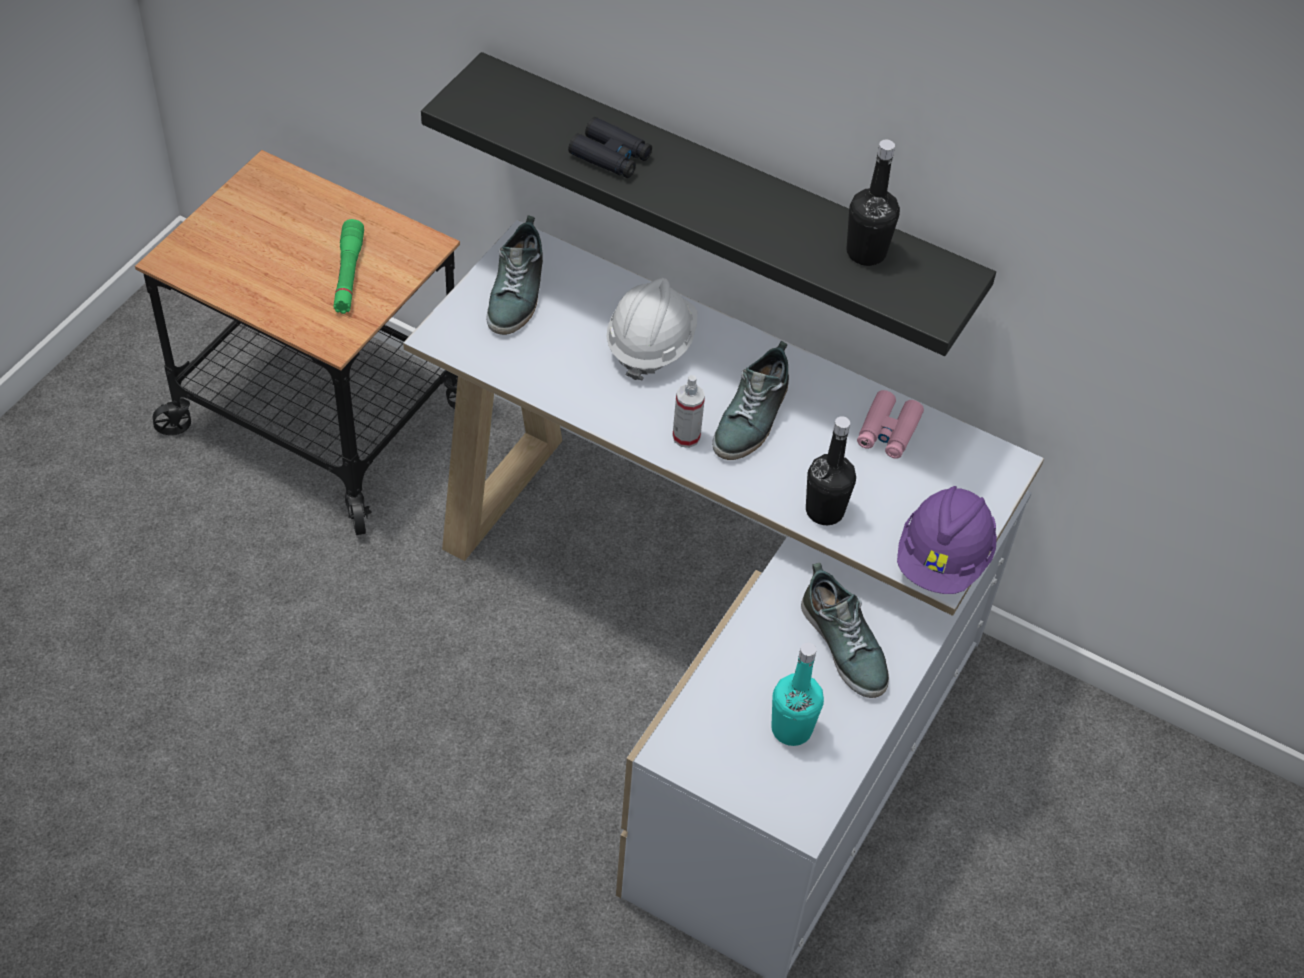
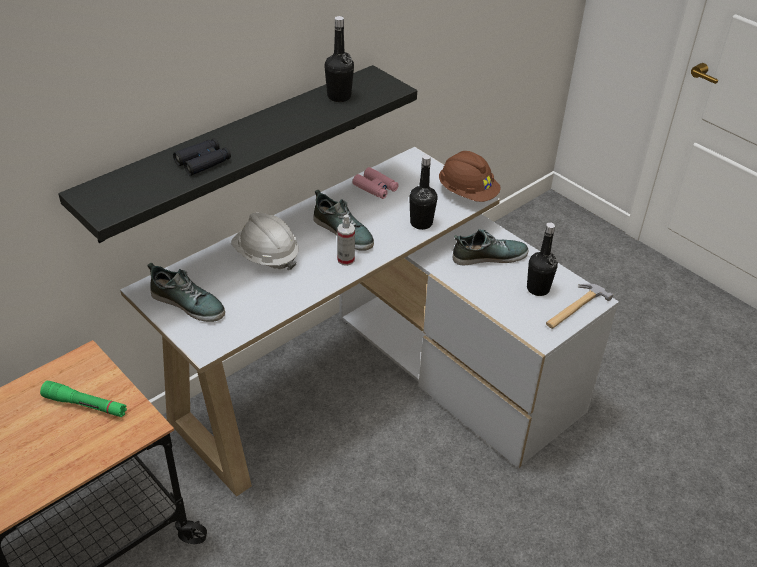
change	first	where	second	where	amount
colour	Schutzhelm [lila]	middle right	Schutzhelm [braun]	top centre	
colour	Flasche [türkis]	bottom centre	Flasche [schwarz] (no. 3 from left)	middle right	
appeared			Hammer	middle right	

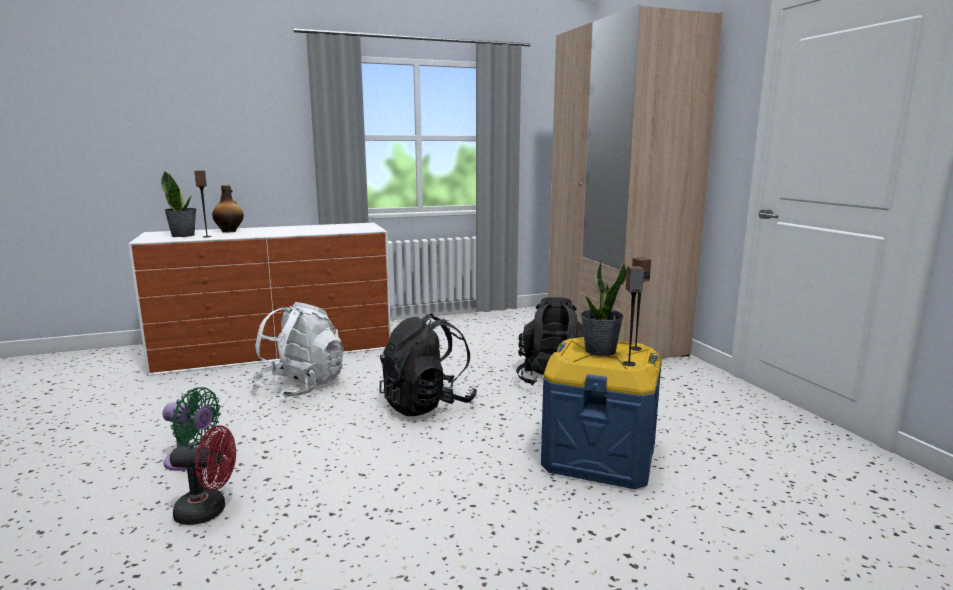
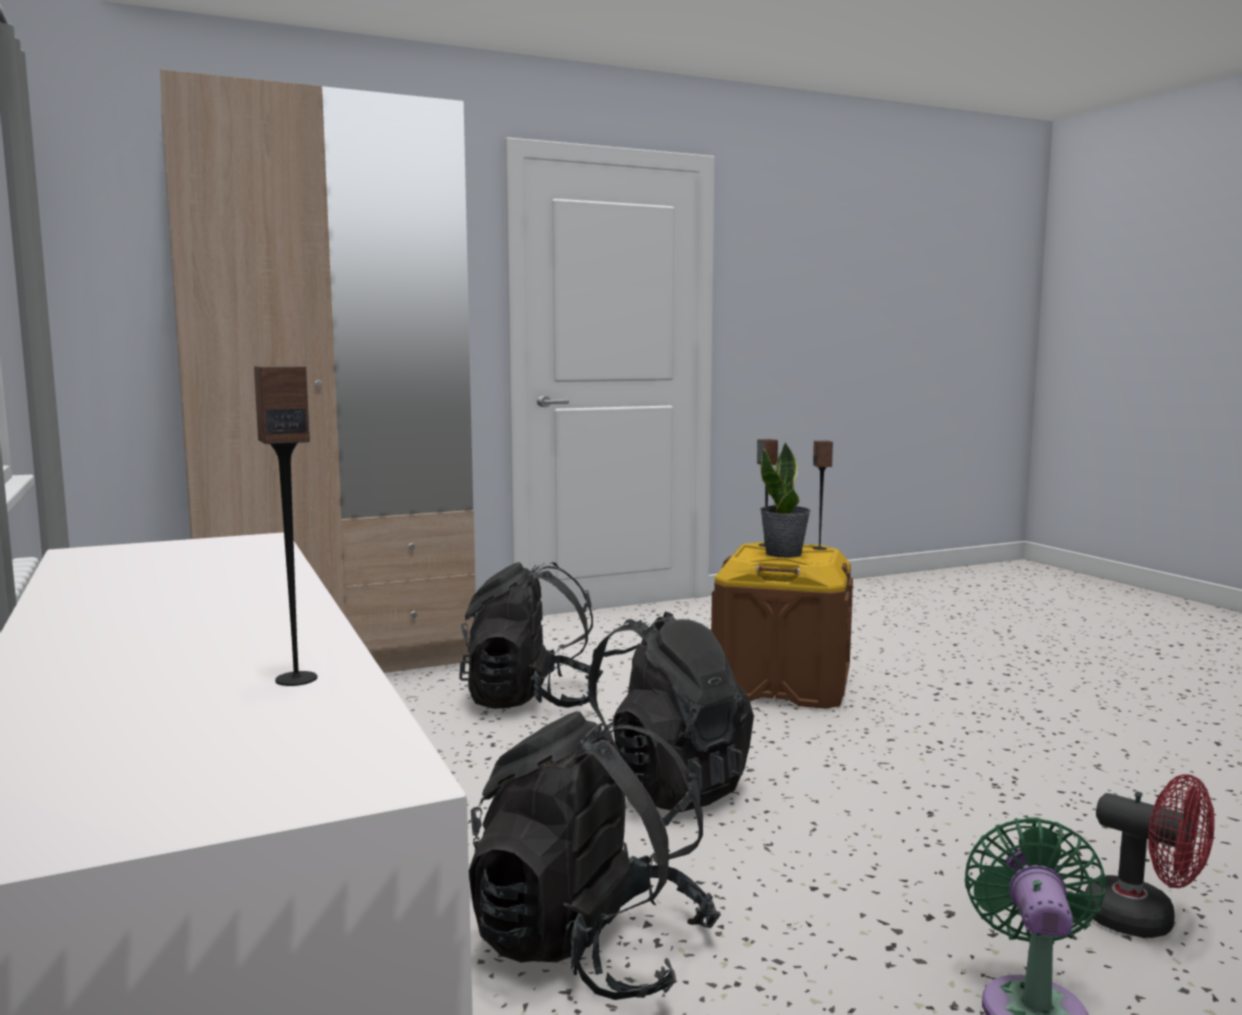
change	first	where	second	where	amount
colour	Rucksack [weiß]	middle left	Rucksack [schwarz] (no. 2 from left)	bottom centre	
colour	Aufbewahrungsbox [blau]	bottom centre	Aufbewahrungsbox [braun]	centre	
spun	Ventilator [rot]	bottom left		bottom right	135 degrees clockwise
missing	Topfpflanze (no. 1 from left)	middle left			
missing	Flasche	middle left			

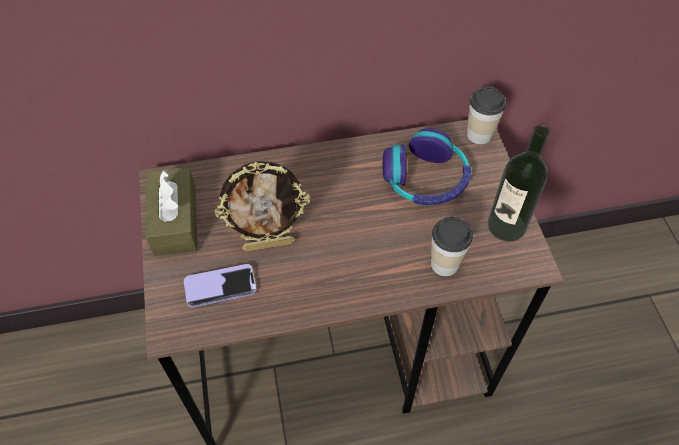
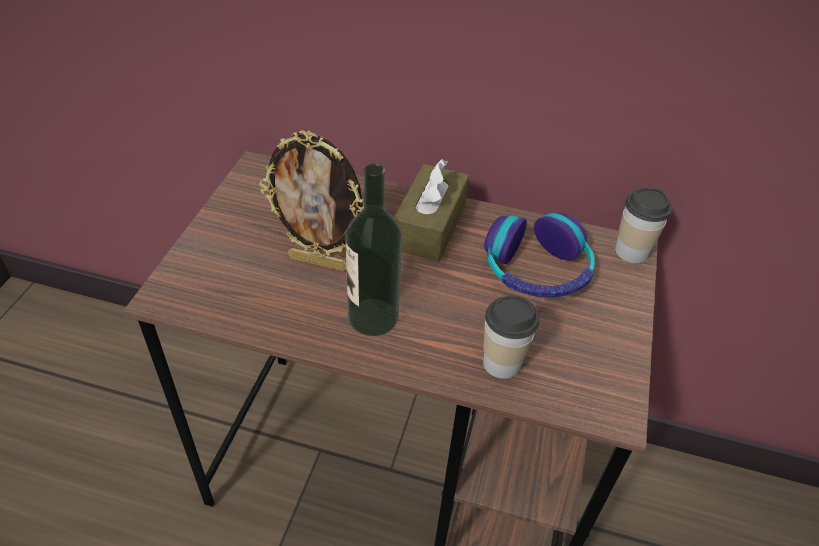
change	first	where	second	where	amount
relocated	Flasche	middle right		centre	
relocated	Taschentuchbox [braun]	middle left		centre	
missing	Handy	middle left			

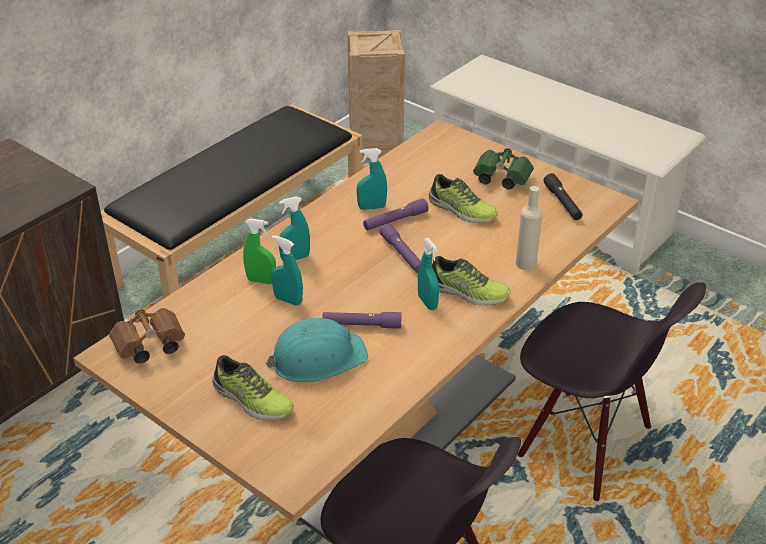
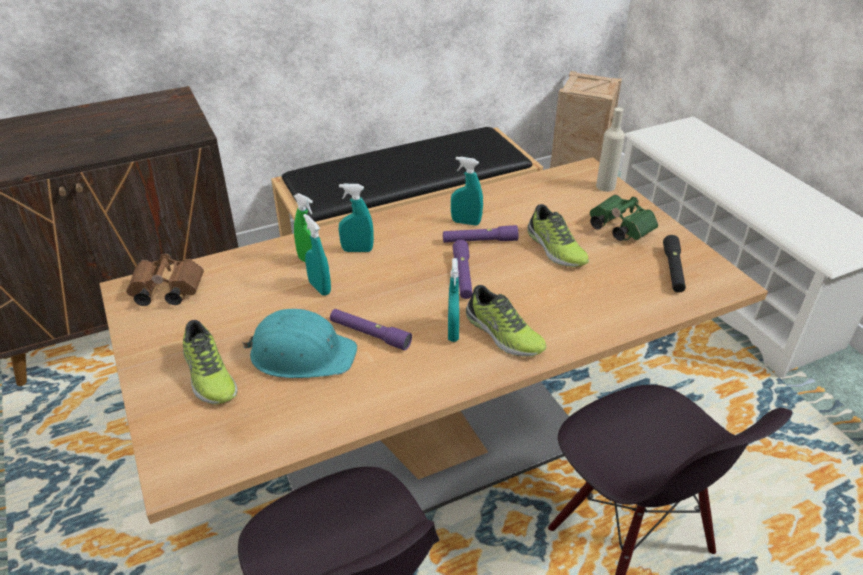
change	first	where	second	where	amount
relocated	Flasche [beige]	middle right		top right	

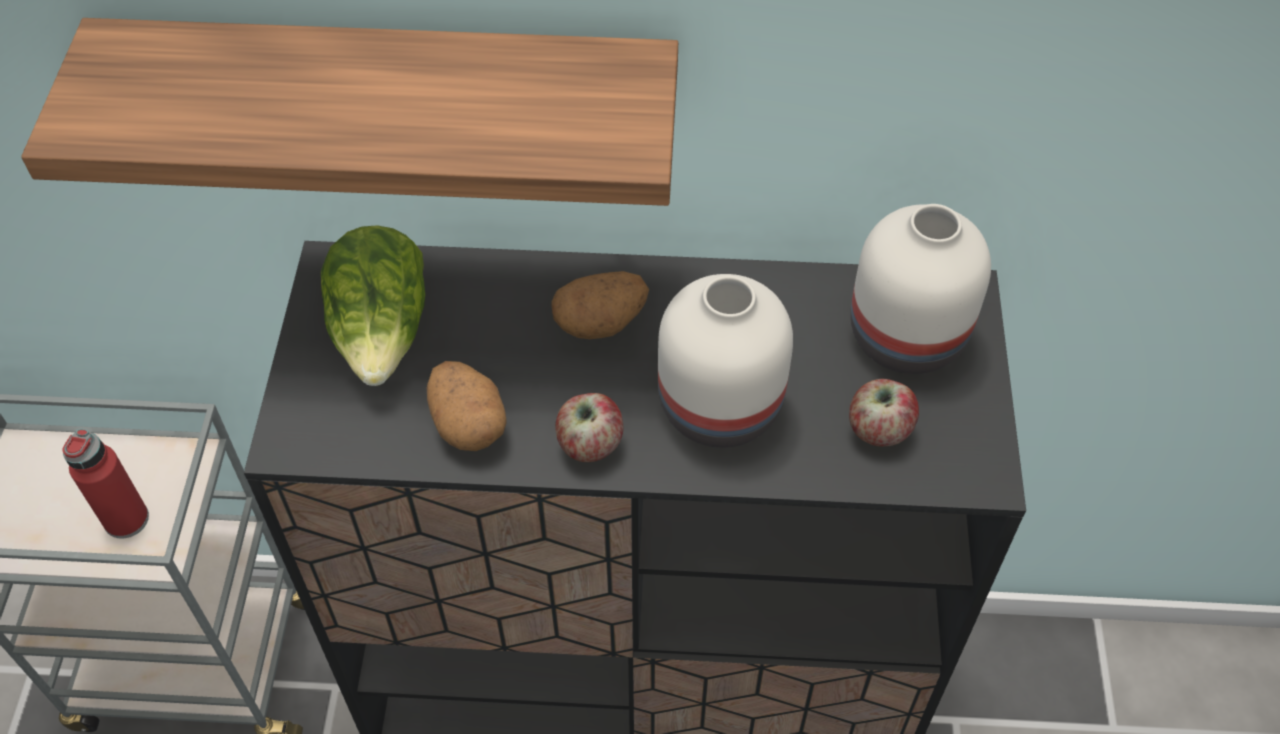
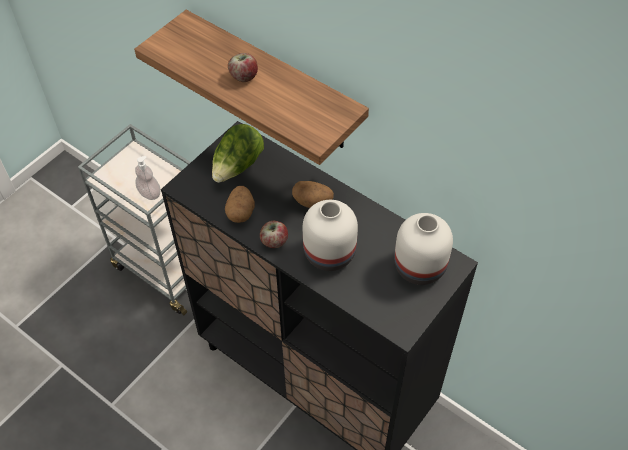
change	first	where	second	where	amount
exchanged	Flasche [rot]	middle left	Seifenspender	middle left	
relocated	Apfel (no. 2 from left in the first image)	middle right	Apfel (no. 1 from left)	top centre	

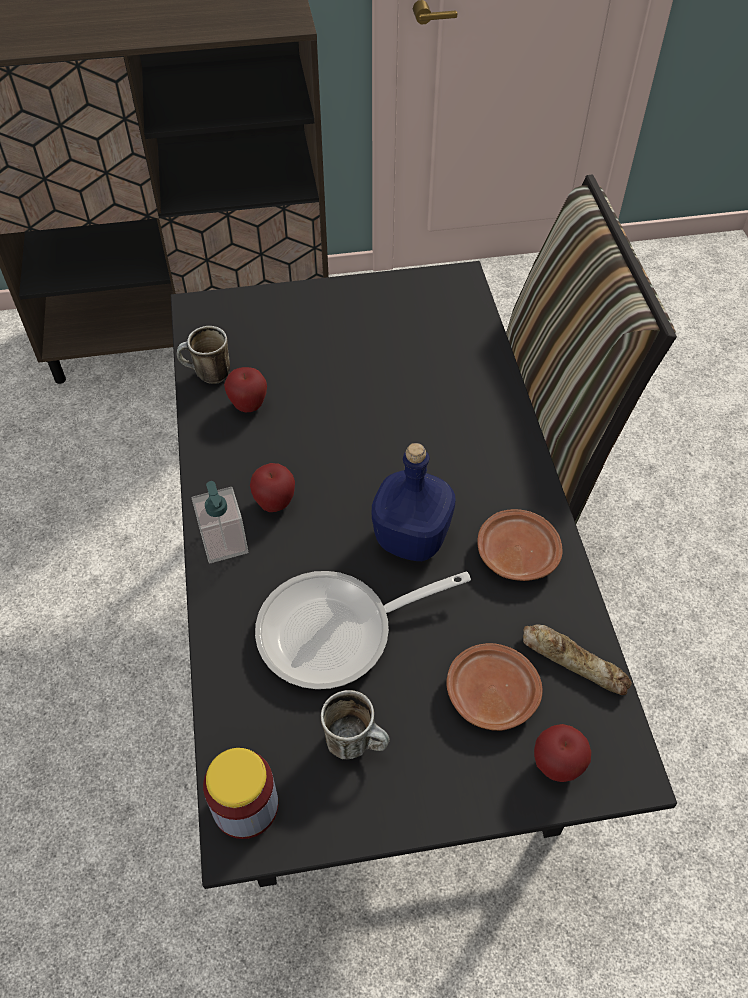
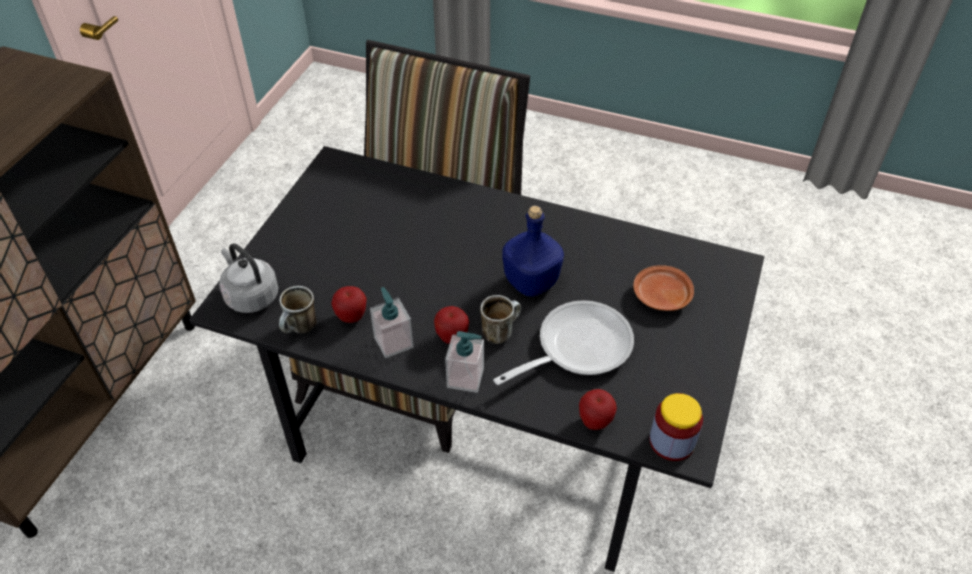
change	first	where	second	where	amount
appeared			Wasserkessel [grau]	middle left	
appeared			Seifenspender (no. 1 from left)	centre	
relocated	Henkelbecher (no. 2 from left)	bottom centre		centre	
spun	Pfanne	centre		centre	135 degrees counterclockwise
relocated	Apfel (no. 3 from left)	bottom right		bottom centre	
missing	Teller [braun] (no. 2 from left)	middle right			
missing	Brot	middle right			

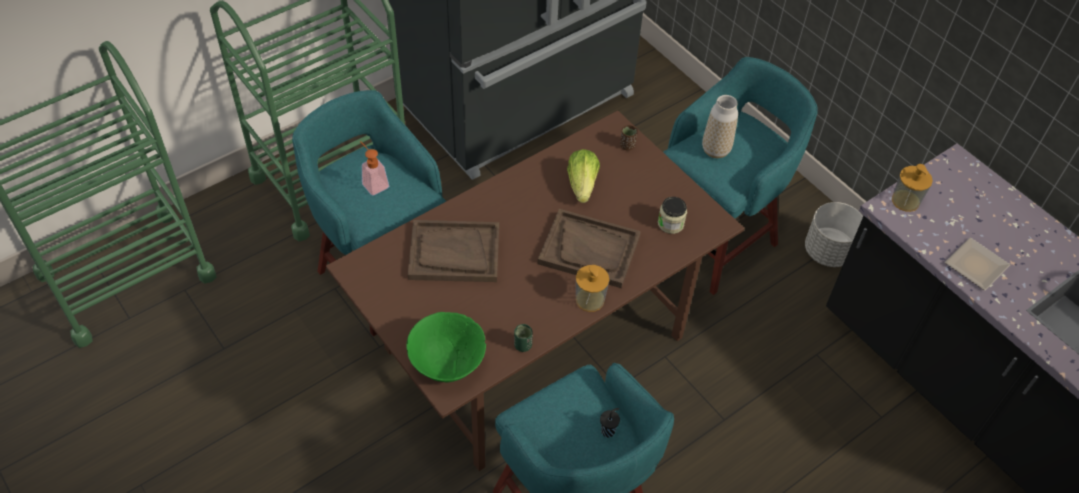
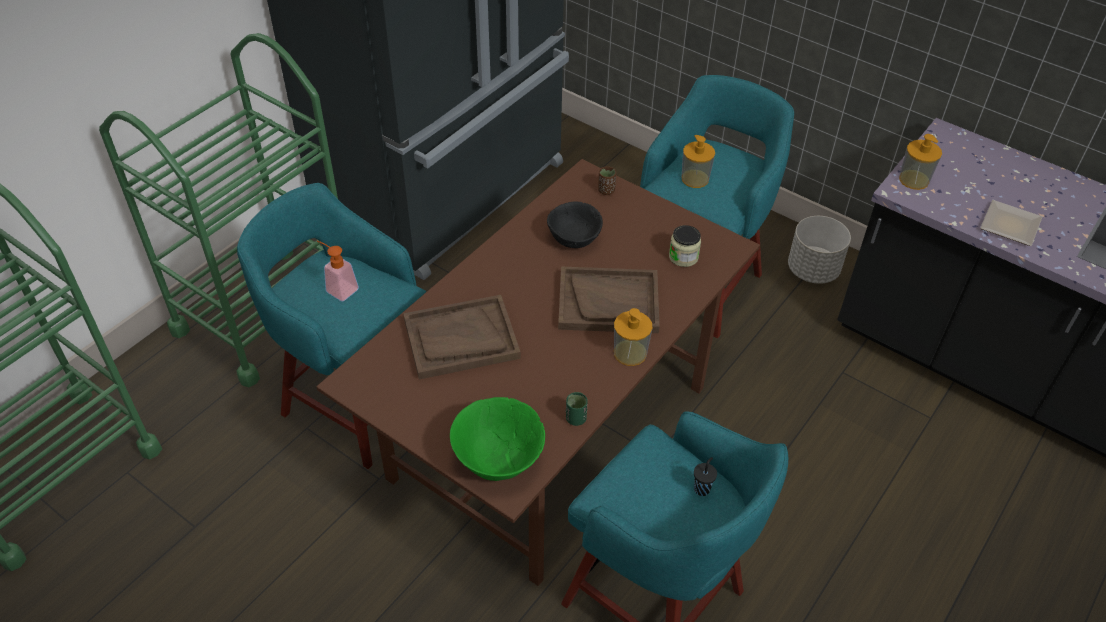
change	first	where	second	where	amount
exchanged	Salatkopf	centre	Schüssel [schwarz]	centre	
exchanged	Vase	top right	Seifenspender (no. 3 from left)	top centre	

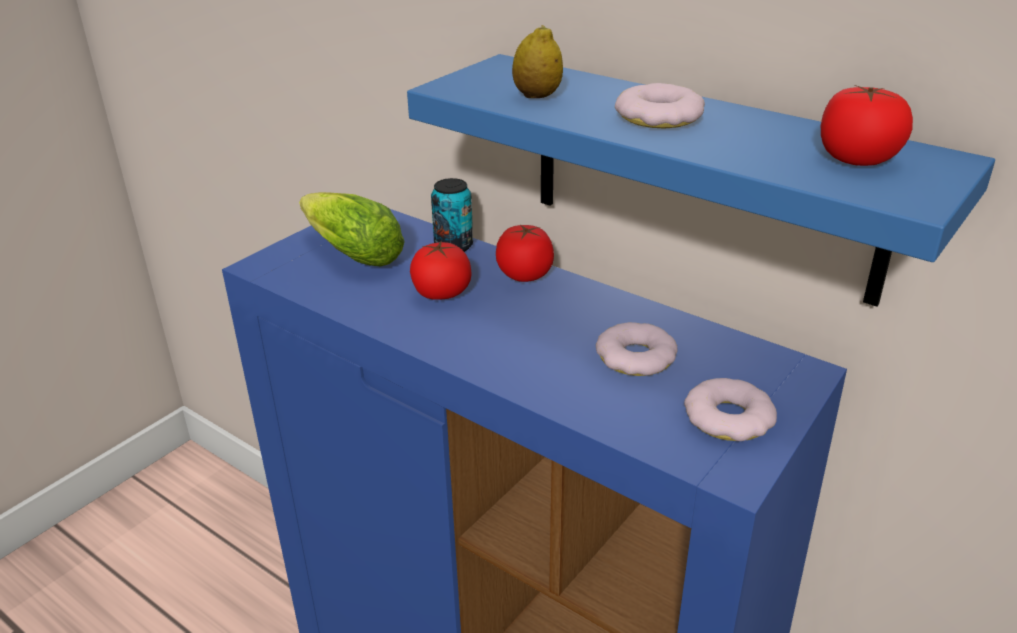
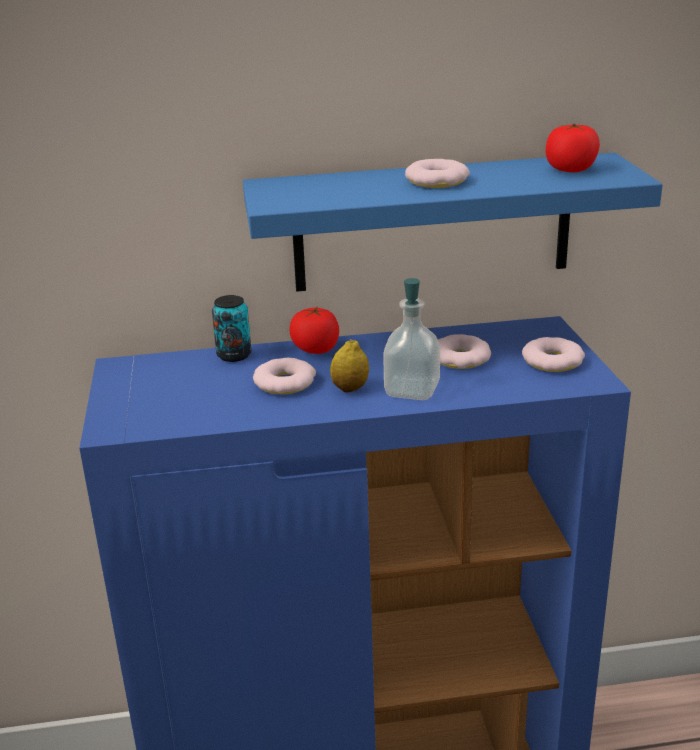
change	first	where	second	where	amount
exchanged	Tomate (no. 1 from left)	centre	Donut (no. 1 from left)	centre	
relocated	Zitrone	top centre		centre	
appeared			Seifenspender	centre	
missing	Salatkopf	centre			

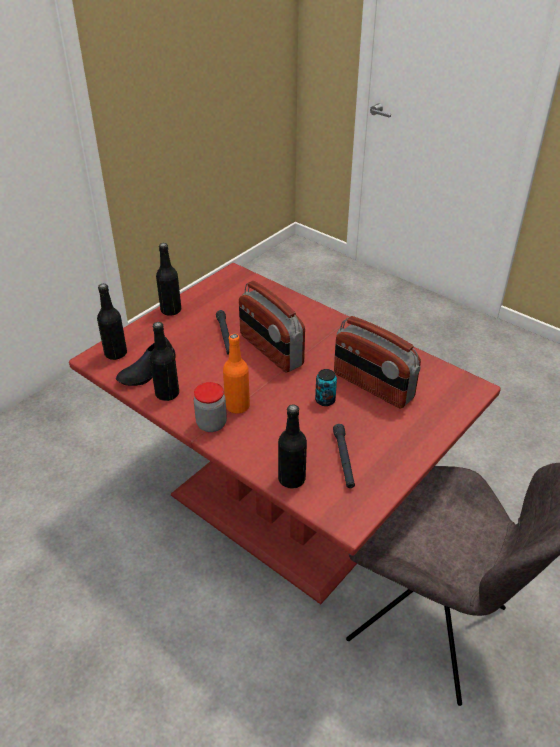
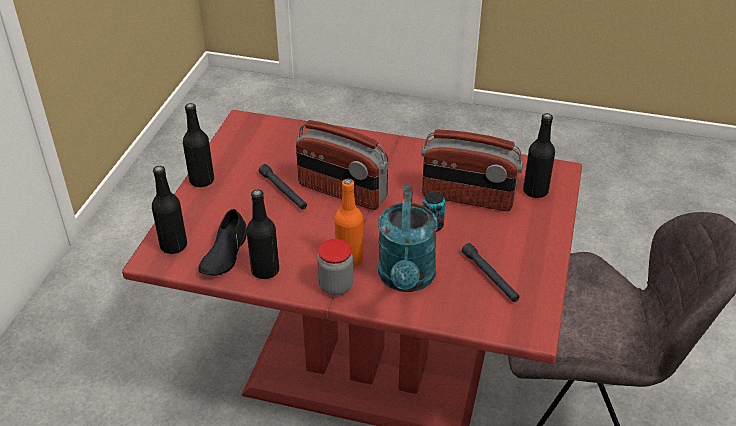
change	first	where	second	where	amount
appeared			Gießkanne [türkis]	centre	
relocated	Flasche [schwarz] (no. 4 from left)	centre		middle right	

